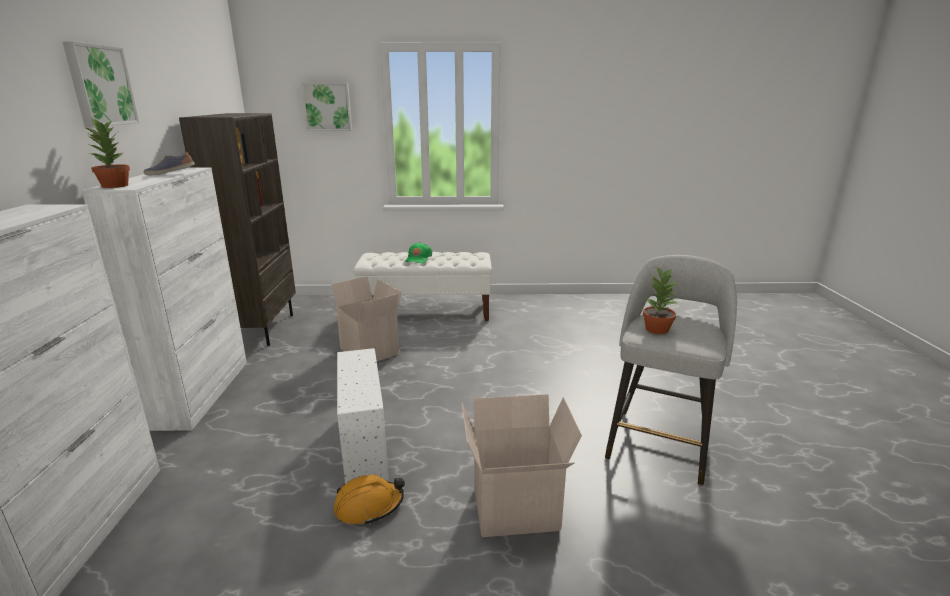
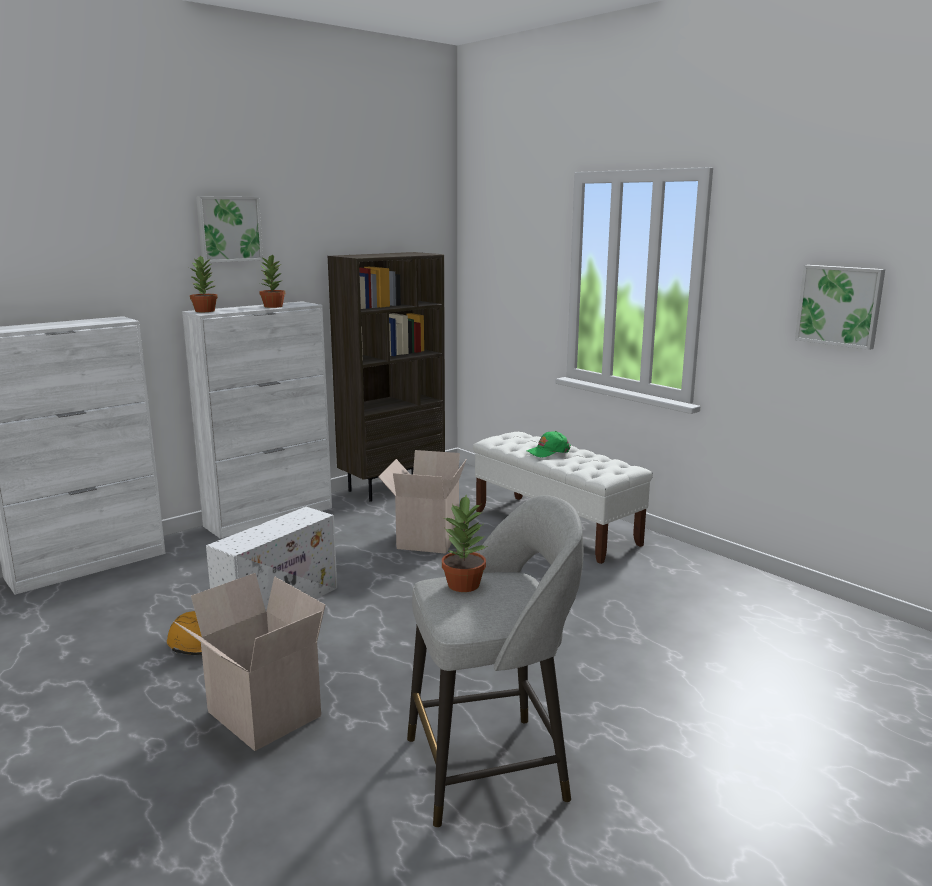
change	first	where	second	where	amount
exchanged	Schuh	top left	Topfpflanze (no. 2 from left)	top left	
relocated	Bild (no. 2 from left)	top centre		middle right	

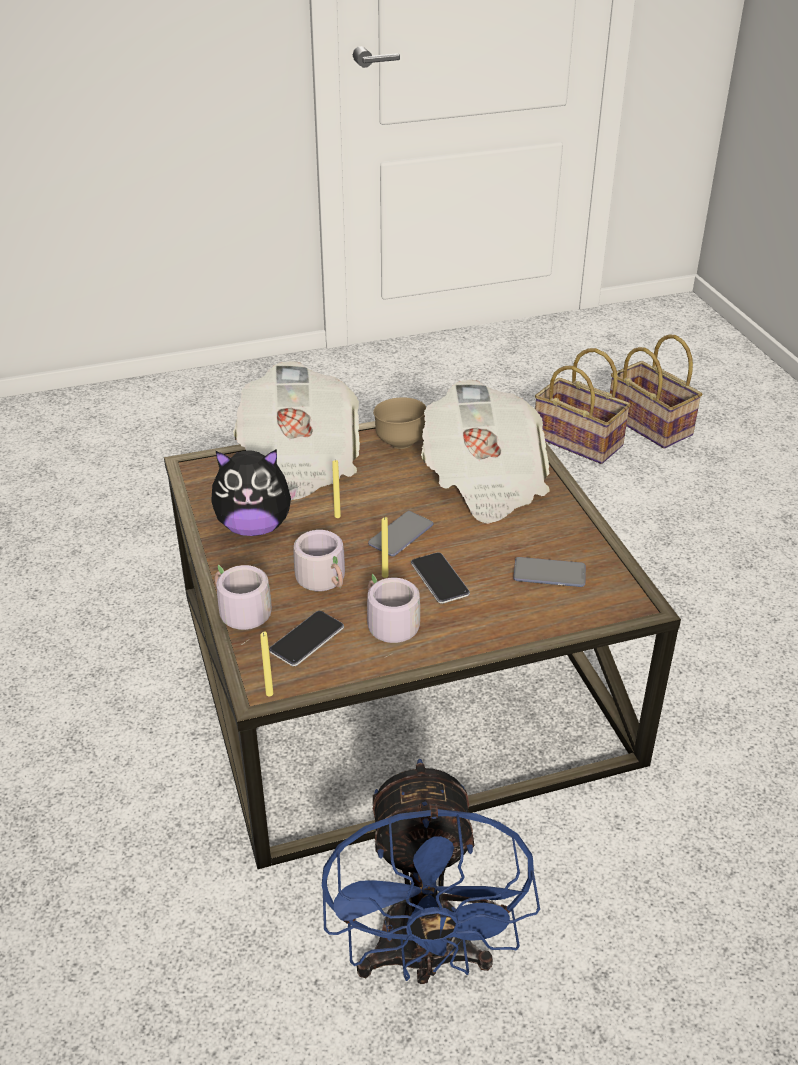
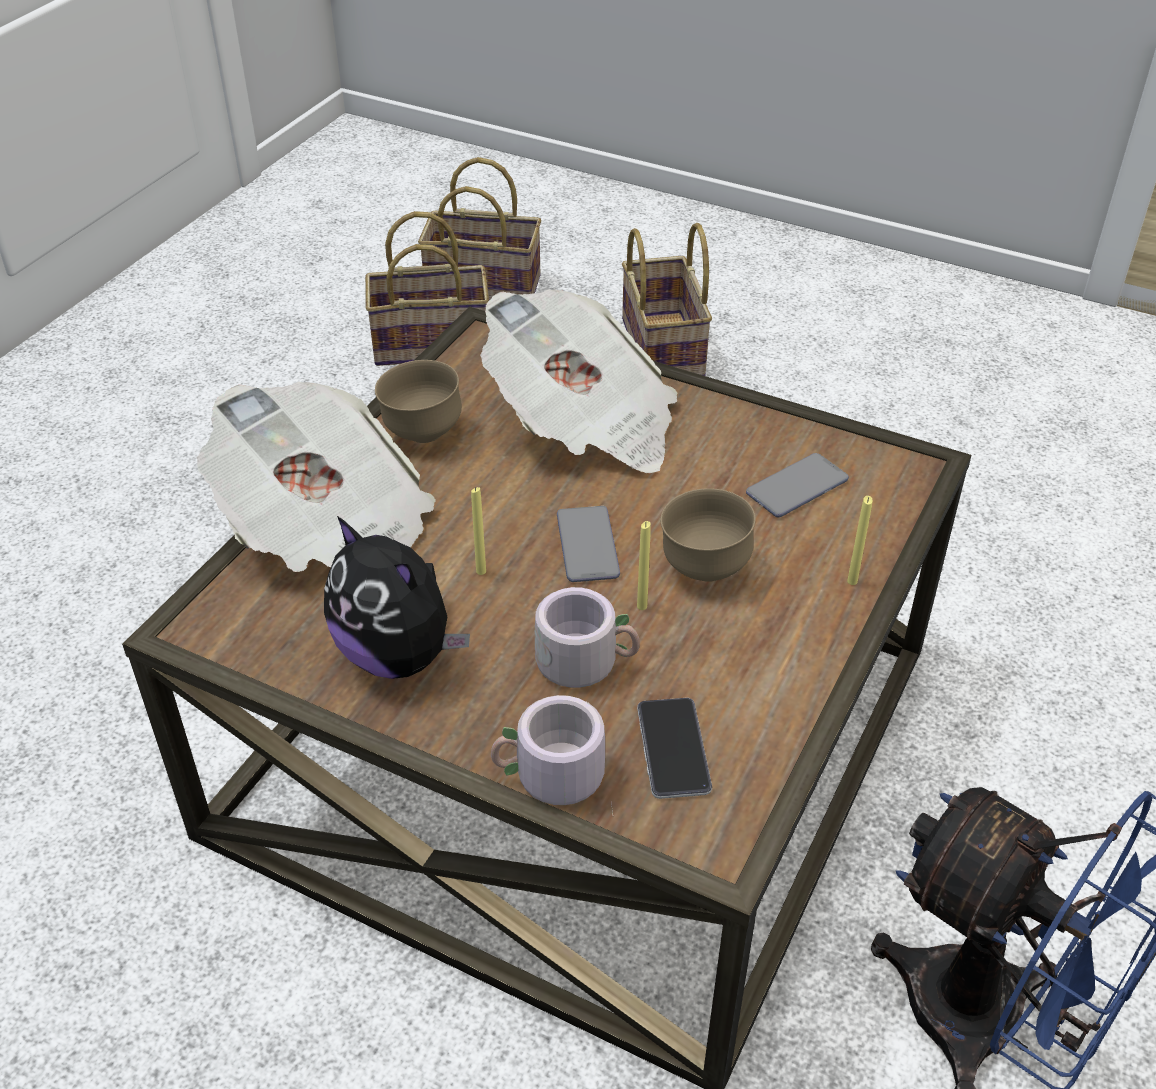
change	first	where	second	where	amount
spun	Plüschtier	middle left		centre	90 degrees clockwise
appeared			Korb (no. 3 from left)	top centre	
exchanged	Handy (no. 3 from left)	centre	Schüssel [braun] (no. 2 from left)	centre	
relocated	Kerze [gelb] (no. 1 from left in the first image)	centre	Kerze [gelb] (no. 3 from left)	middle right	
missing	Henkelbecher [grau] (no. 3 from left)	centre			

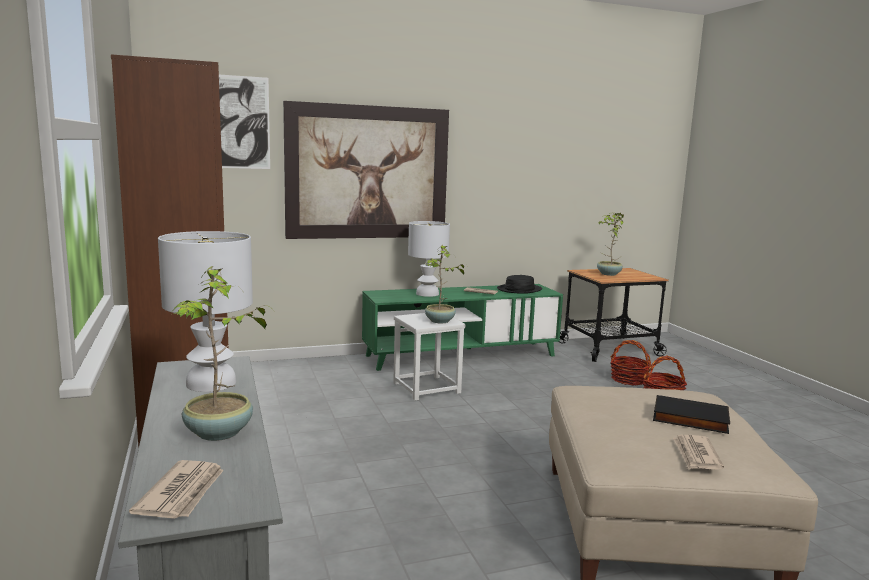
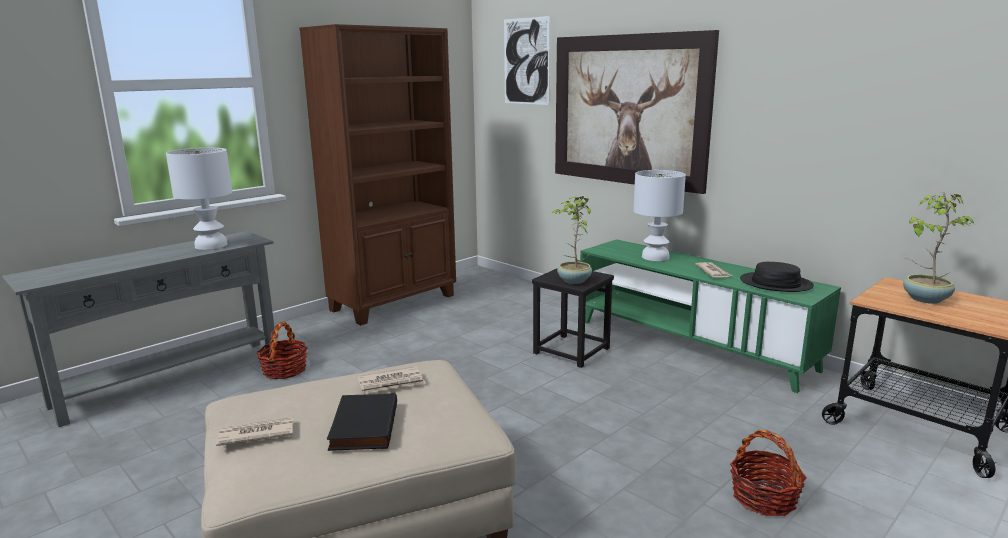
change	first	where	second	where	amount
relocated	Korb (no. 1 from left)	middle right		middle left	
relocated	Zeitung (no. 1 from left in the first image)	bottom left	Zeitung (no. 2 from left)	bottom centre	
colour	Hocker [weiß]	centre	Hocker [schwarz]	centre	
missing	Topfpflanze (no. 1 from left)	middle left			

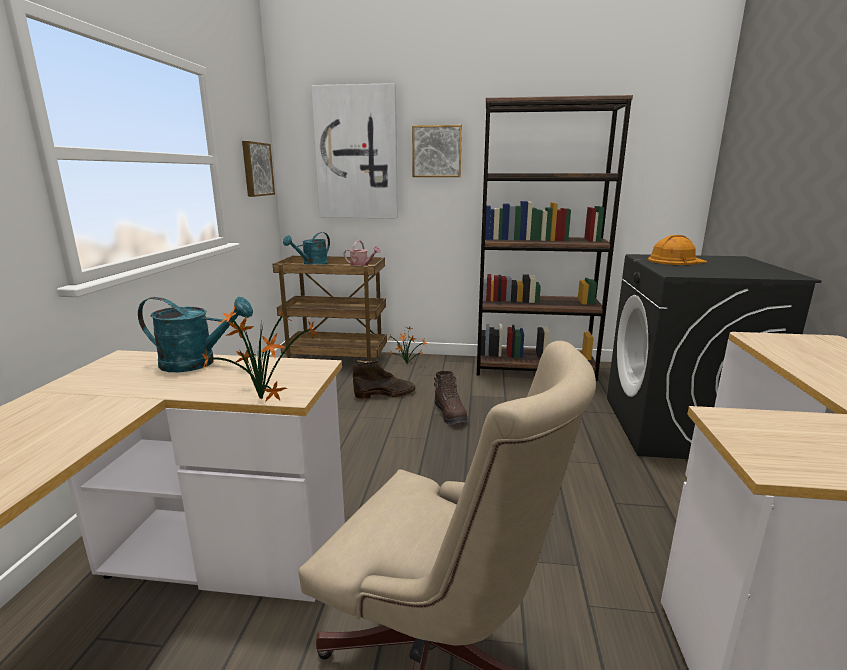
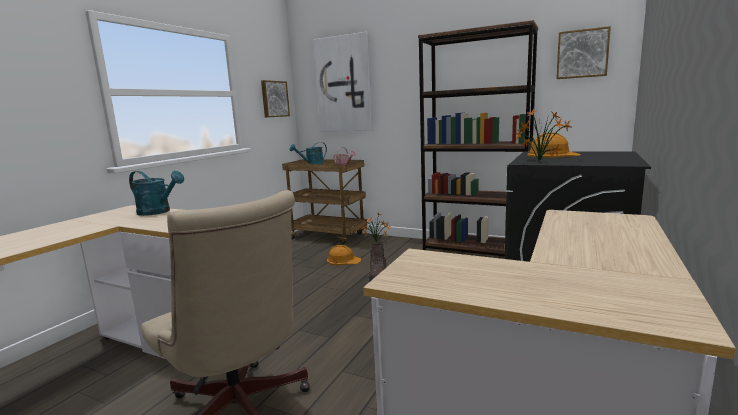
change	first	where	second	where	amount
exchanged	Stiefel [braun] (no. 1 from left)	centre	Schutzhelm [orange] (no. 1 from left)	centre	
relocated	Topfpflanze (no. 1 from left in the first image)	middle left	Topfpflanze (no. 2 from left)	top right	
relocated	Bild (no. 3 from left)	top centre		top right	

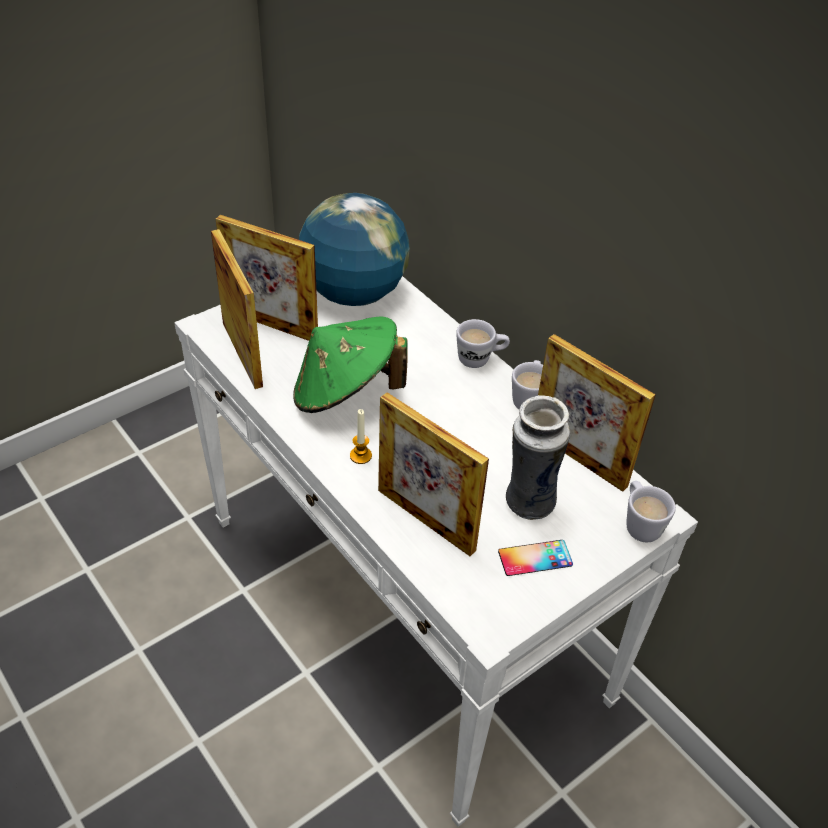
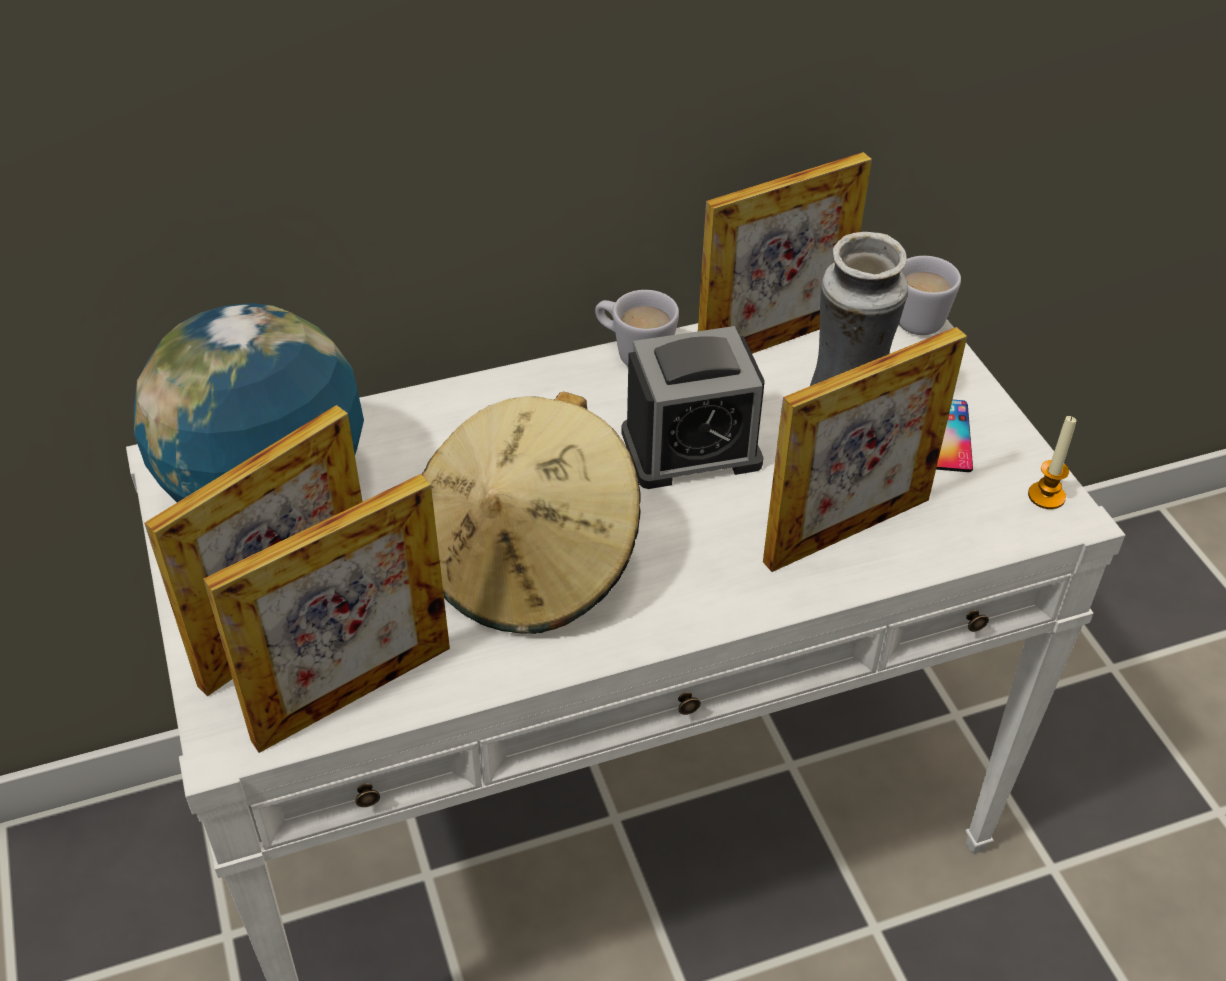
change	first	where	second	where	amount
spun	Bilderrahmen (no. 1 from left in the first image)	middle left	Bilderrahmen (no. 2 from left)	middle left	150 degrees clockwise
colour	Hut [grün]	centre	Hut [beige]	centre	
appeared			Wecker	centre	
relocated	Kerze	centre		middle right	
missing	Henkelbecher [weiß] (no. 1 from left)	centre			

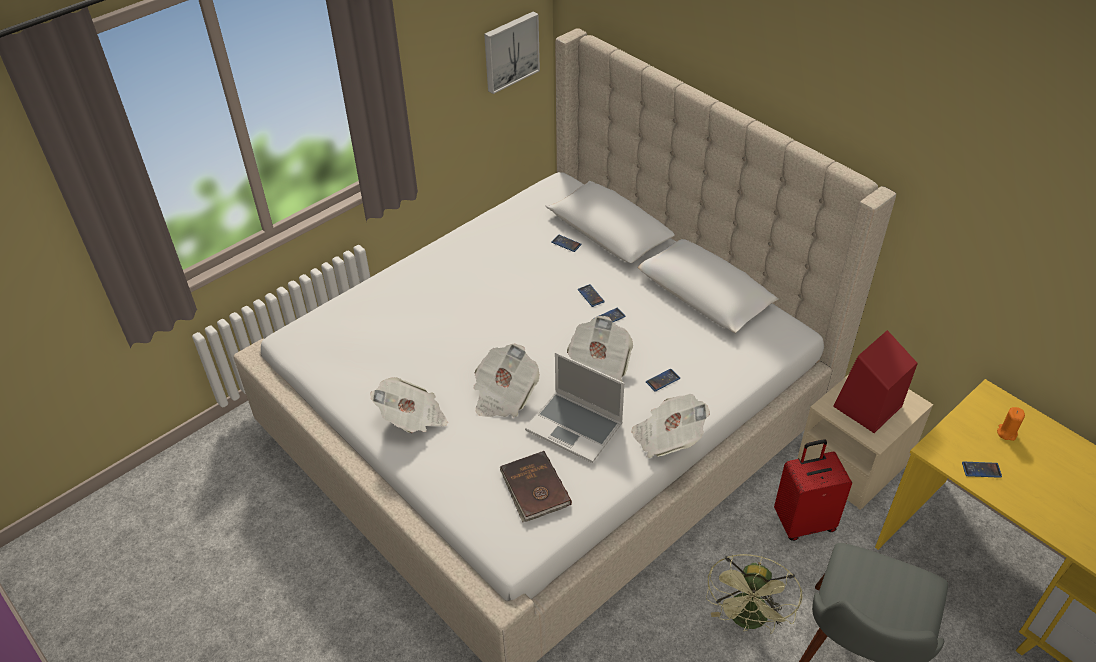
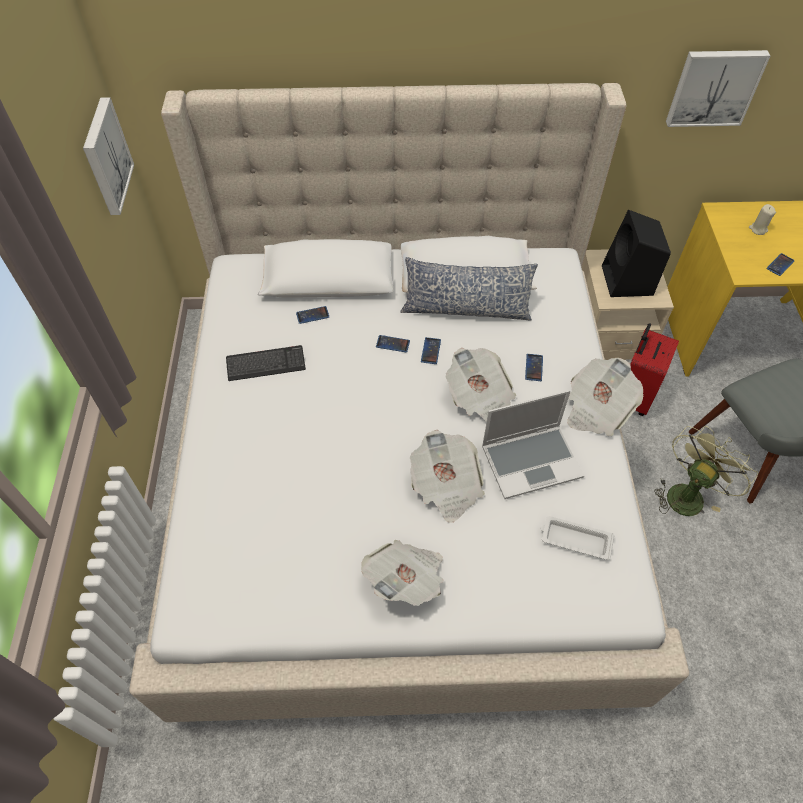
change	first	where	second	where	amount
appeared			Tastatur	middle left	
appeared			Kissen	centre	
exchanged	Buch [braun]	bottom centre	Tablett [weiß]	bottom right	
colour	Lautsprecher [rot]	middle right	Lautsprecher [schwarz]	top right	
spun	Ventilator [grün]	bottom right		middle right	105 degrees counterclockwise
appeared			Bild (no. 2 from left)	top right	
colour	Kerze [orange]	middle right	Kerze [beige]	top right	

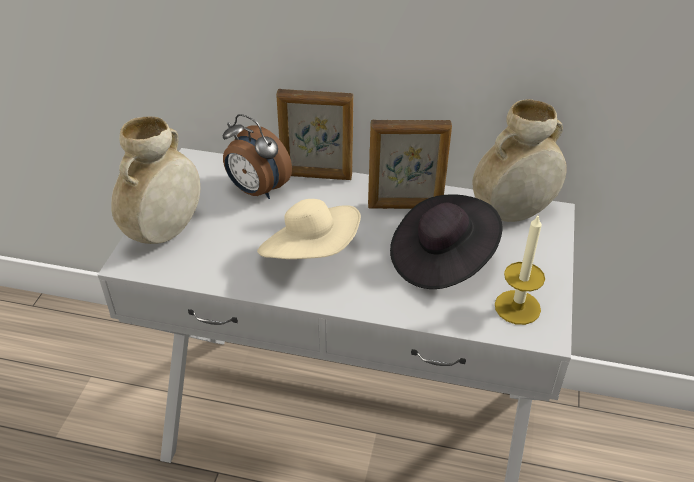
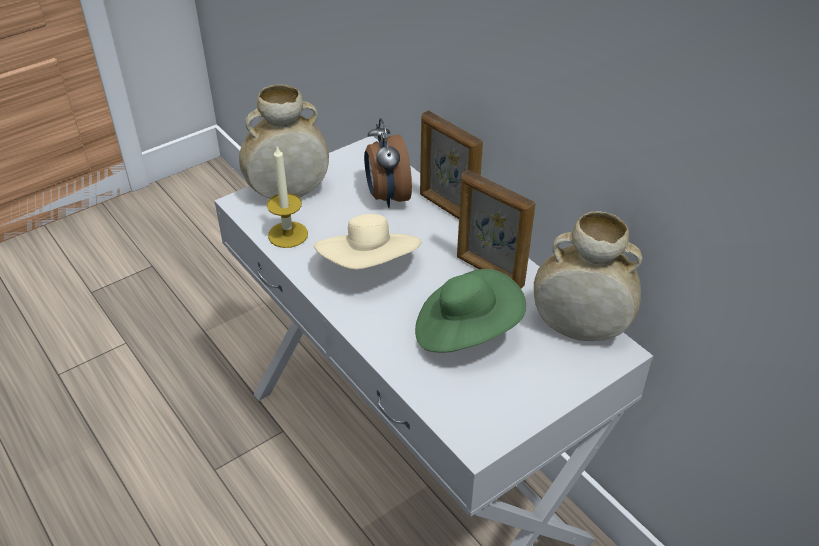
change	first	where	second	where	amount
relocated	Kerze	middle right		centre	
colour	Hut [schwarz]	centre	Hut [grün]	centre	

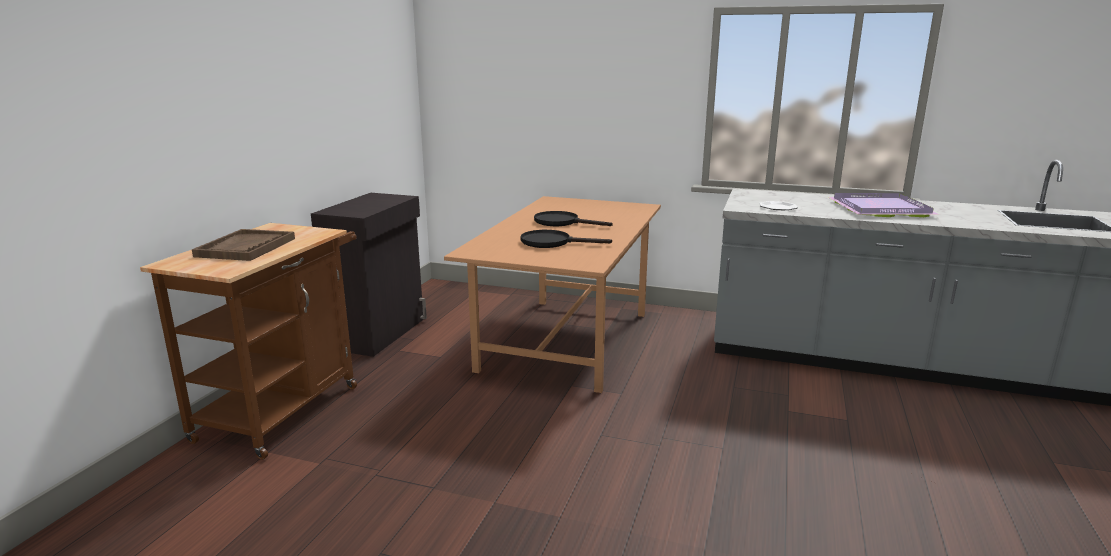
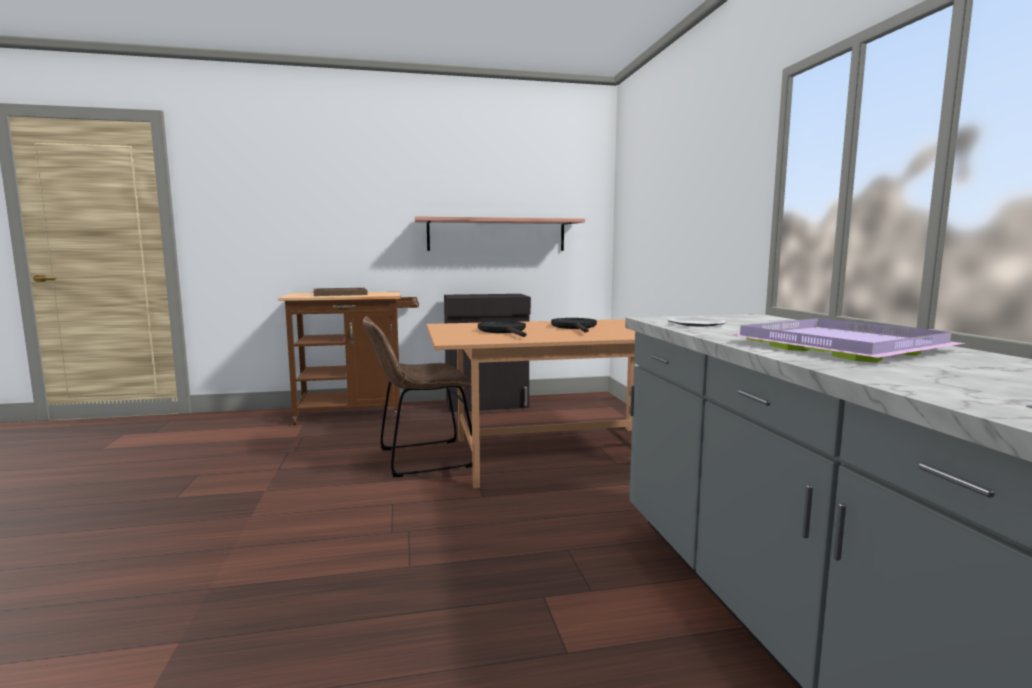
change	first	where	second	where	amount
appeared			Stuhl [braun]	centre	
appeared			Wandregal	centre	

